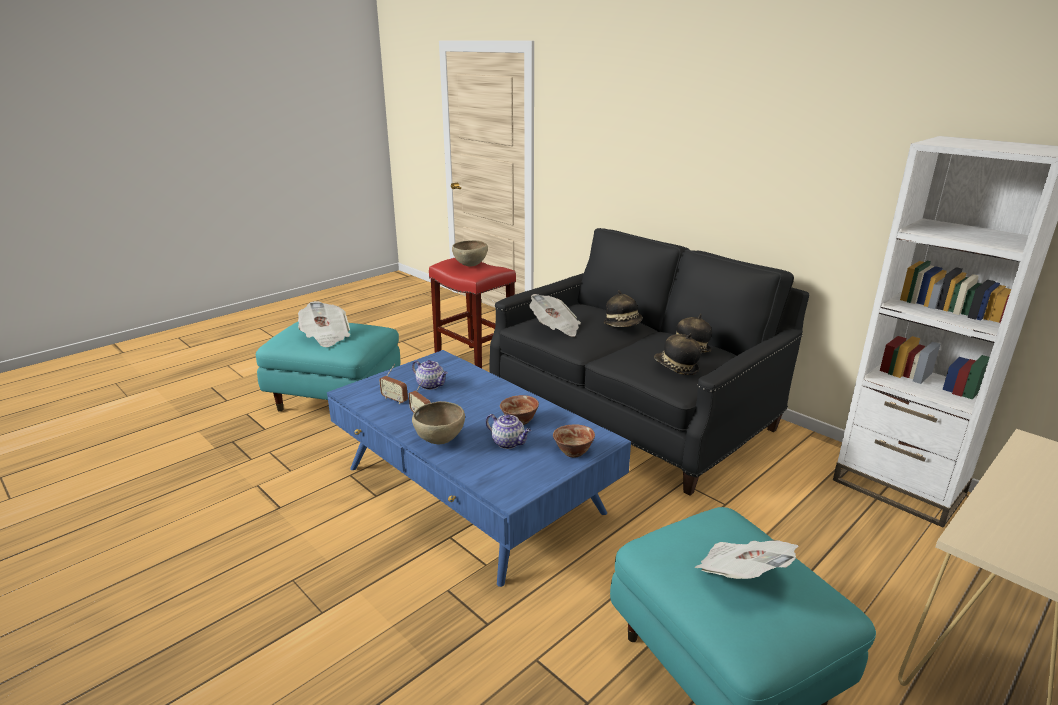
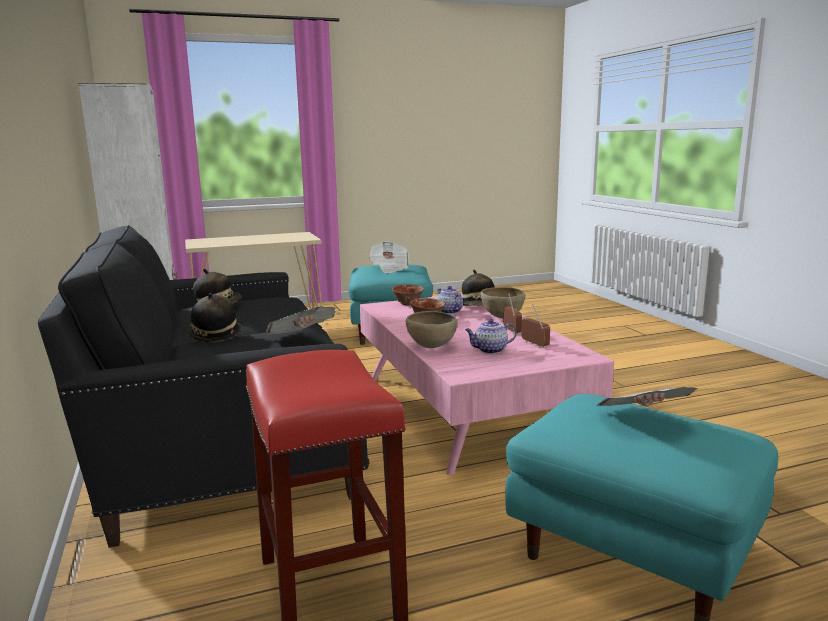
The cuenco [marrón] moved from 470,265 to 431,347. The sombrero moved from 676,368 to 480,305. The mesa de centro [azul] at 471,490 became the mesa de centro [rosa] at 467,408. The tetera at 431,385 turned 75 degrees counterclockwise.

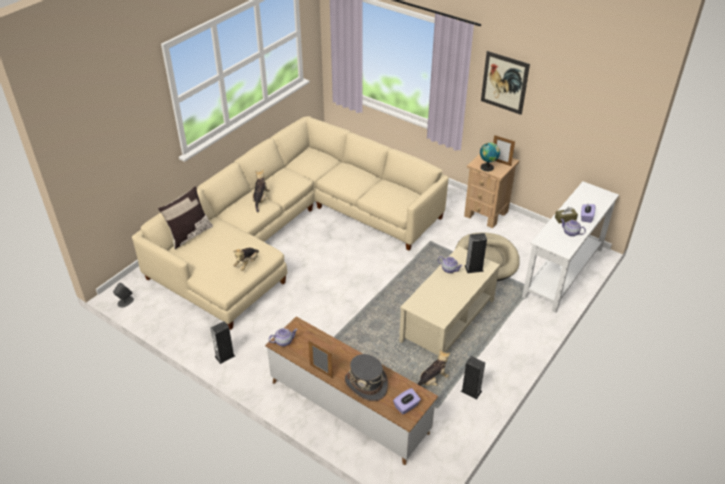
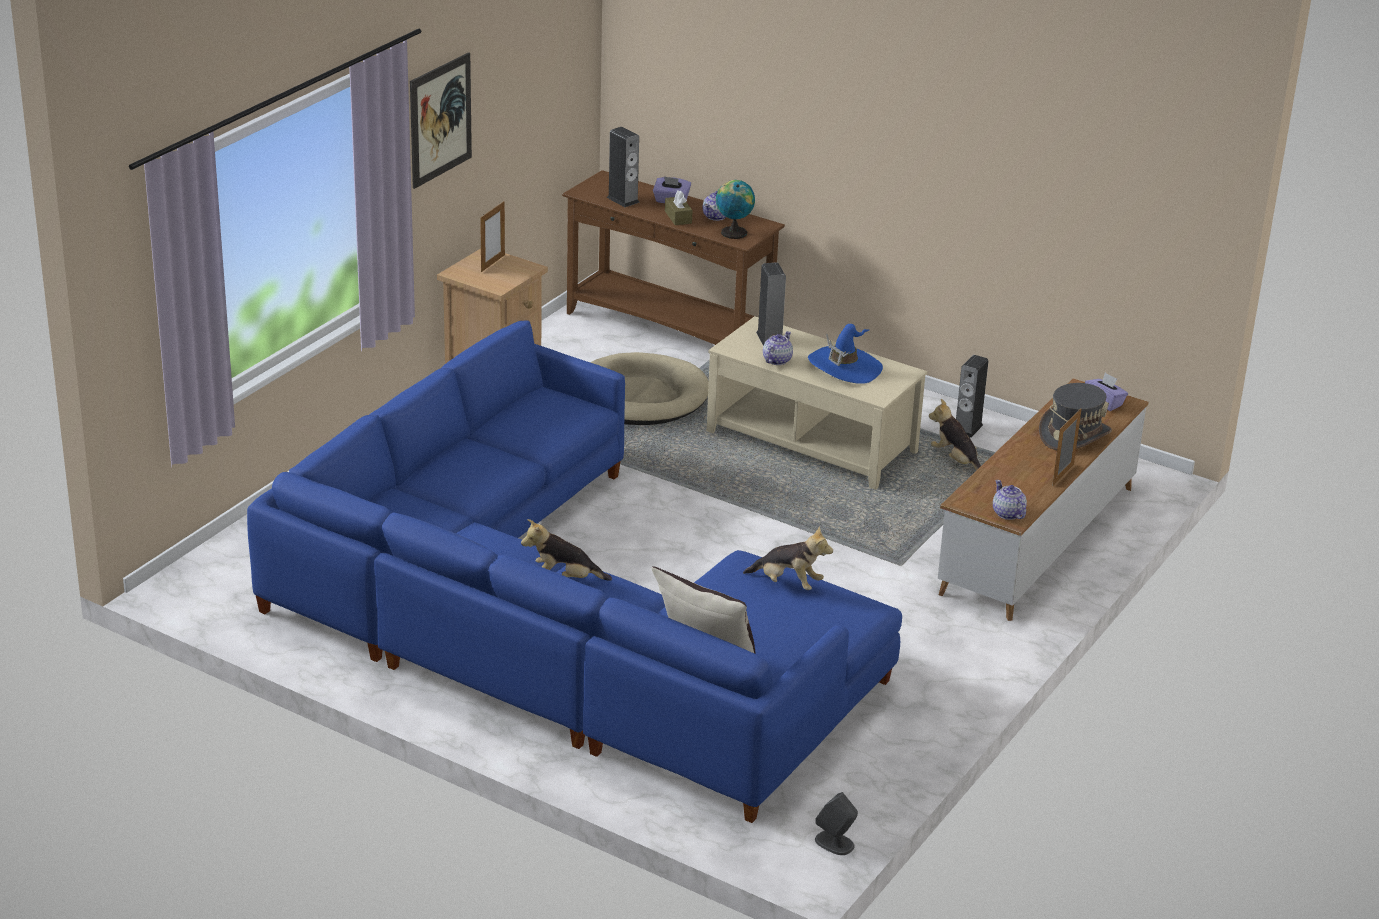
The sombrero [azul] at 844,367 appeared. The altavoz moved from 225,356 to 623,200. The globo terráqueo moved from 488,167 to 733,232. The sofá [beis] at 290,230 became the sofá [azul] at 557,624. The mesa consola [blanco] at 563,273 became the mesa consola [marrón] at 669,329.

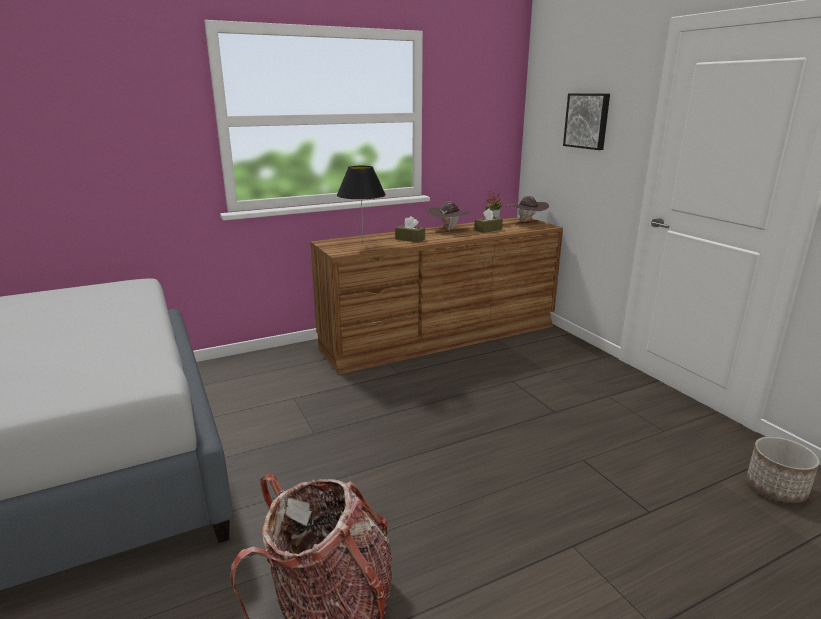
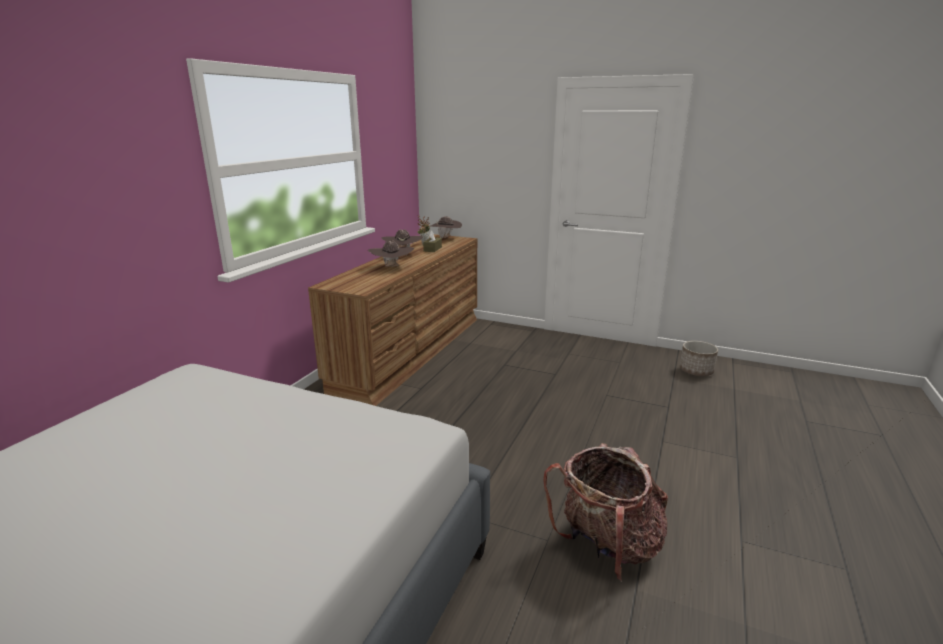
The lámpara de mesa [negro] at 362,244 disappeared. The cuadro at 587,121 disappeared. The caja de pañuelos [marrón] at 410,239 was replaced by the sombrero [marrón] at 392,268.

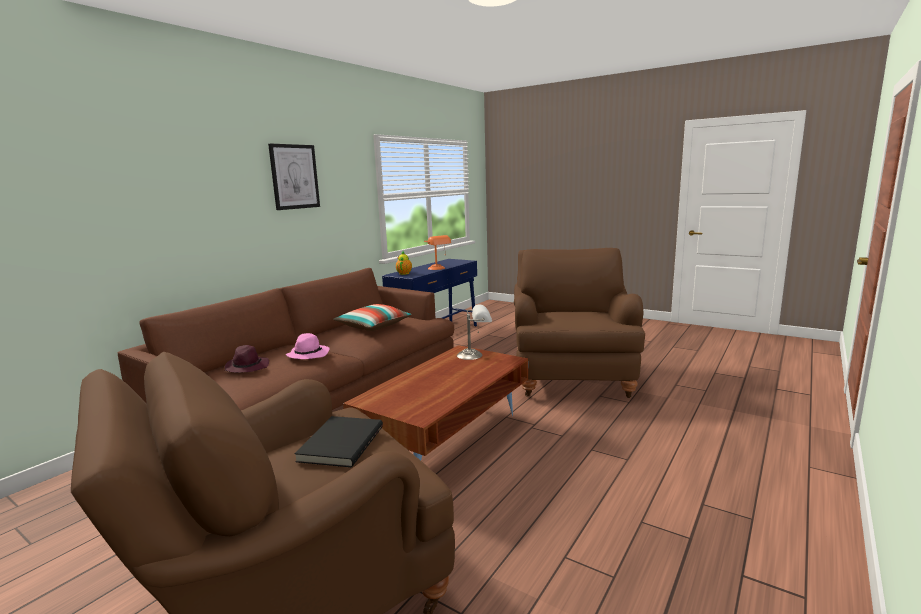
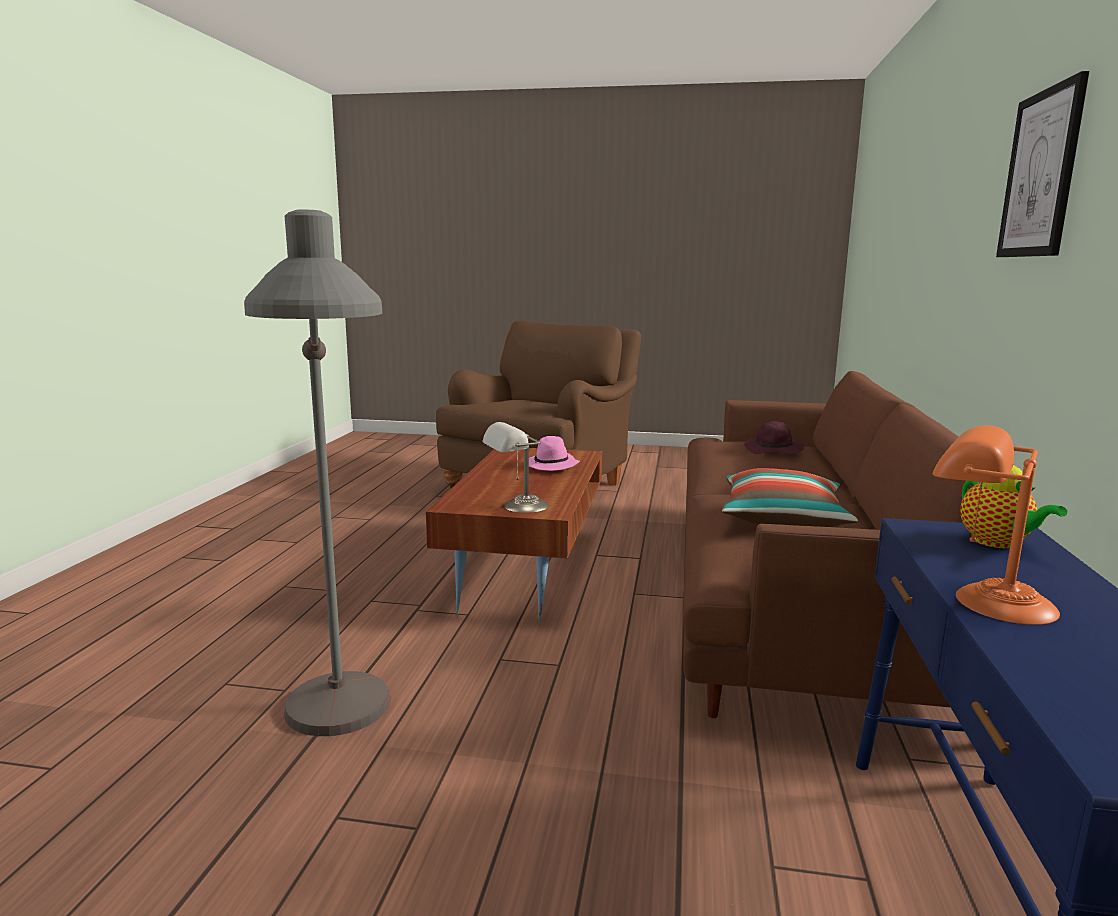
The libro [negro] at 340,444 disappeared. The sombrero [rosa] moved from 308,354 to 552,466. The sillón [marrón] at 571,376 was replaced by the lámpara de pie [gris] at 342,748.

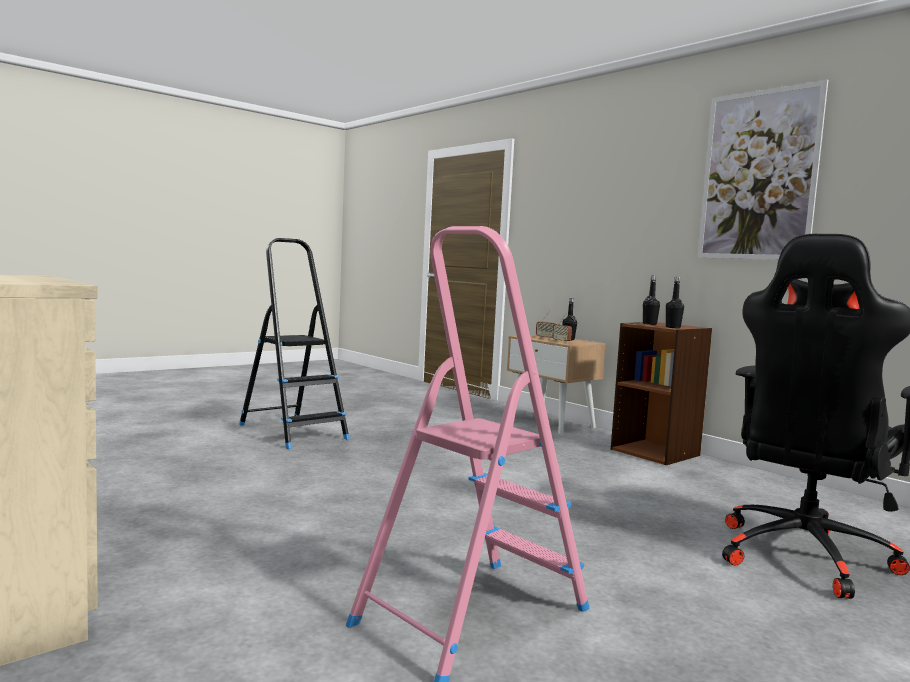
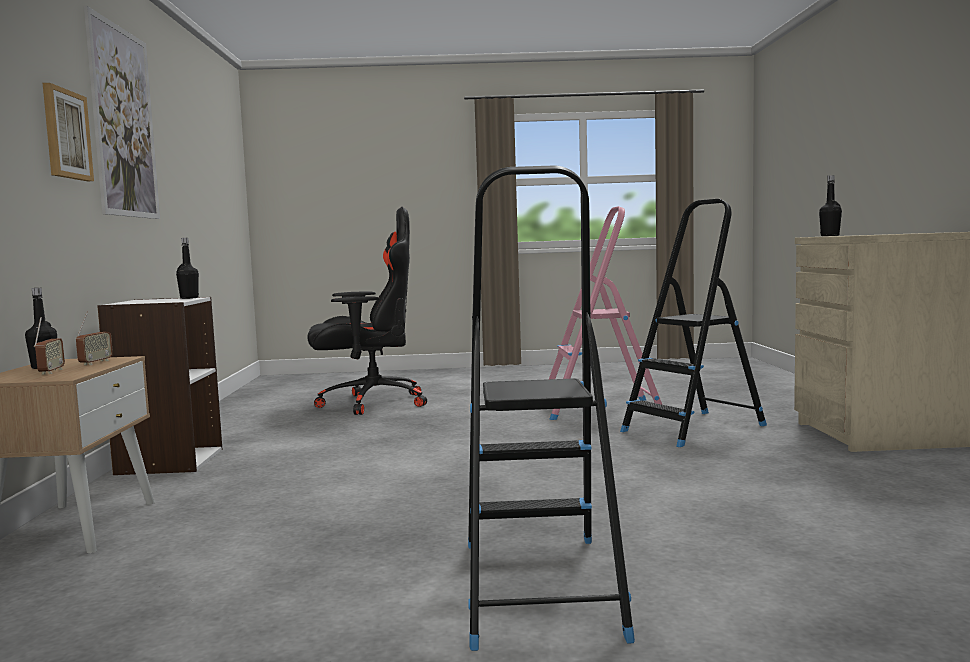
The cuadro at 66,134 appeared. The escalera de tijera [negro] at 692,428 appeared. The botella [negro] moved from 649,324 to 830,236. The estantería [marrón] at 655,452 became the estantería [blanco] at 169,461.

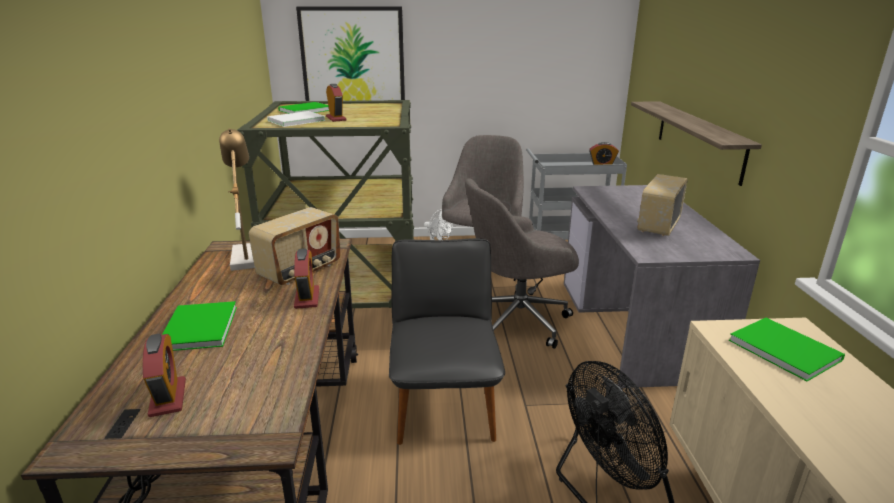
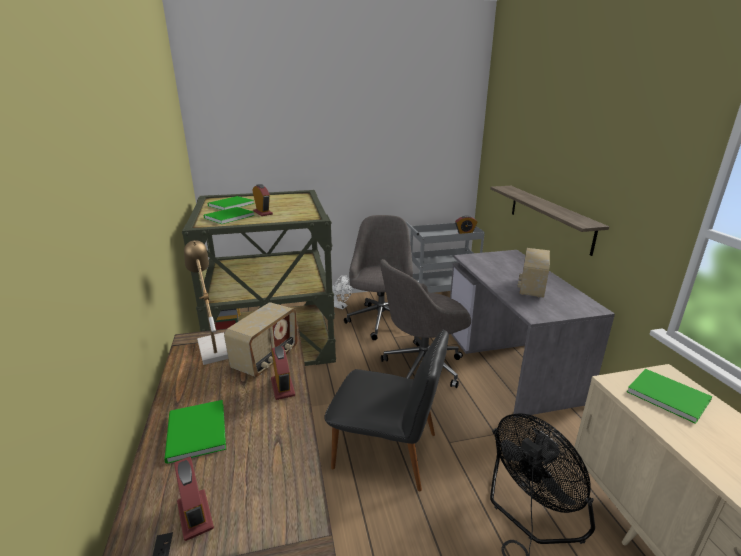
The cuadro at 353,61 disappeared. The libro [blanco] at 294,120 became the libro [verde] at 227,217. The silla [negro] at 444,404 turned 120 degrees clockwise.

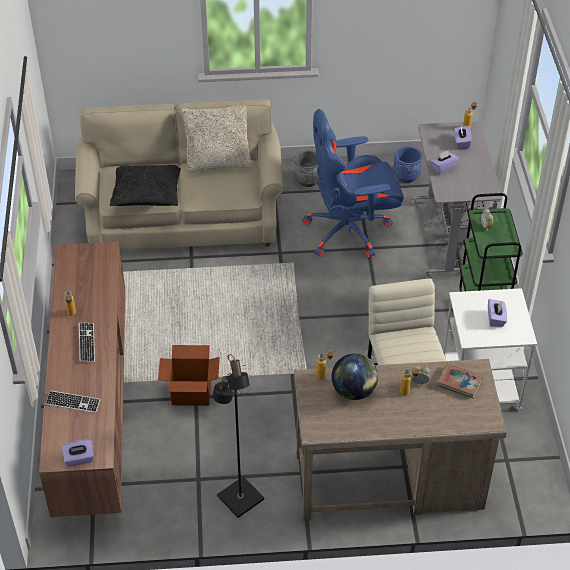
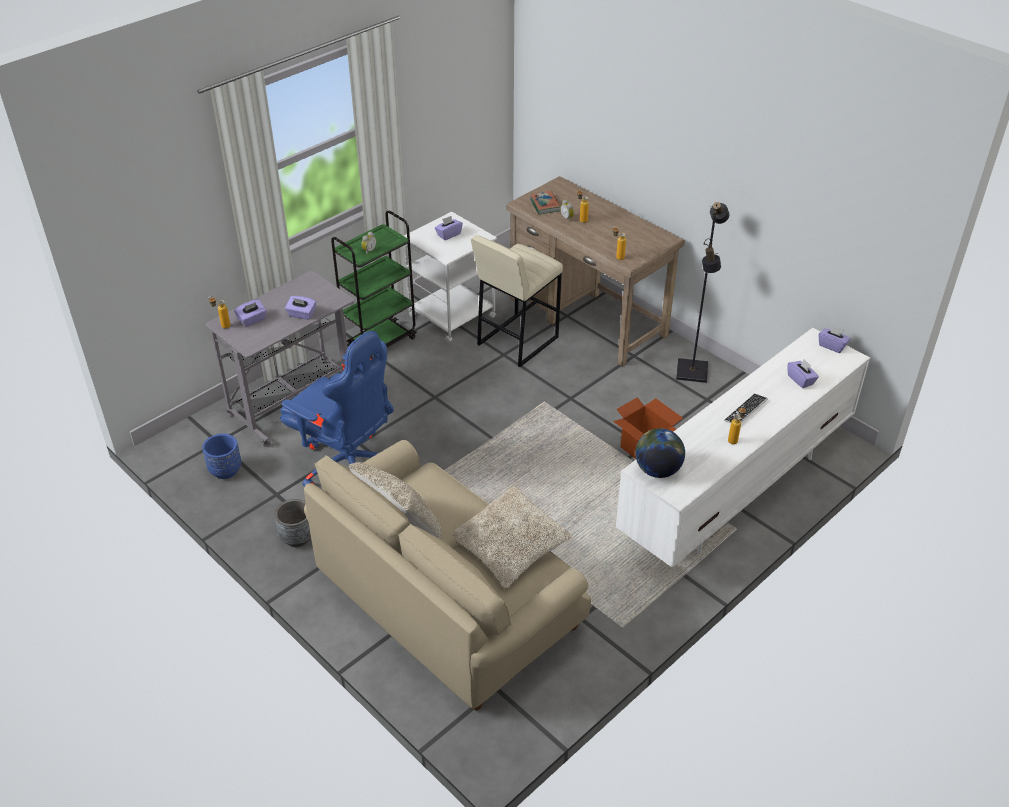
The globo terráqueo moved from 353,391 to 657,470. The teclado at 73,402 was replaced by the caja de pañuelos [morado] at 801,380. The armario [marrón] at 93,413 became the armario [blanco] at 736,493. The cojín [negro] at 147,194 became the cojín [beis] at 509,545.

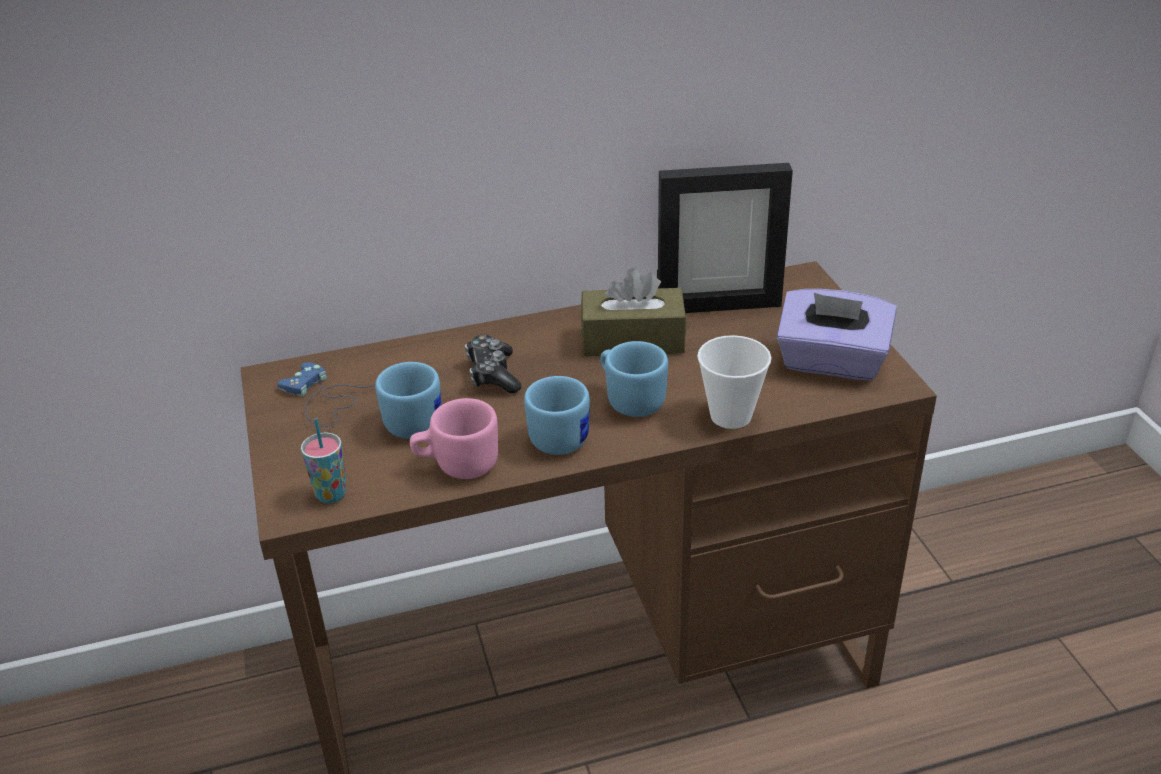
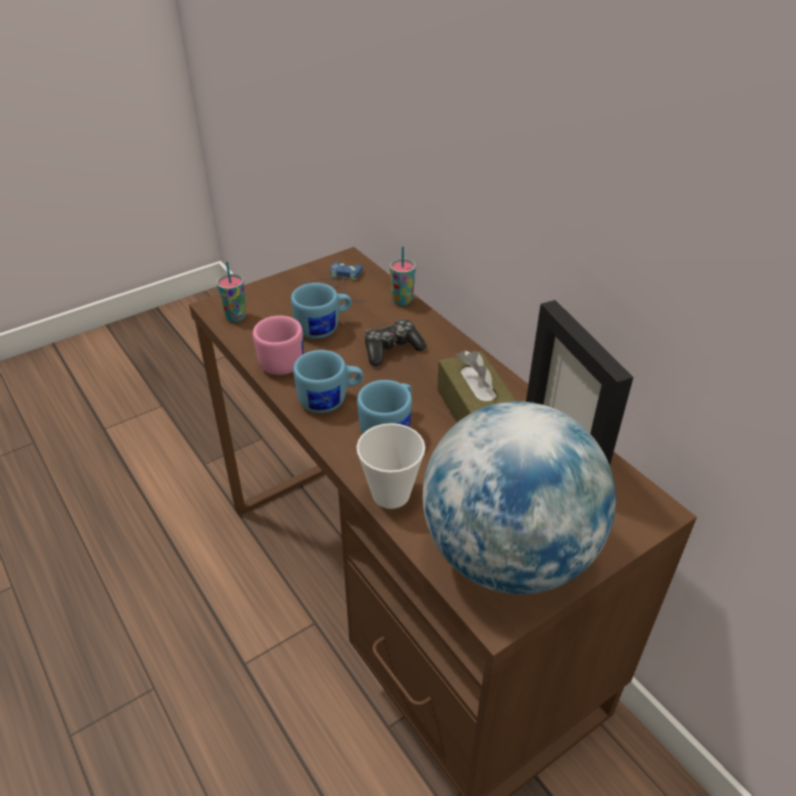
The taza at 402,300 appeared. The caja de pañuelos [morado] at 831,362 was replaced by the globo terráqueo at 508,555.

